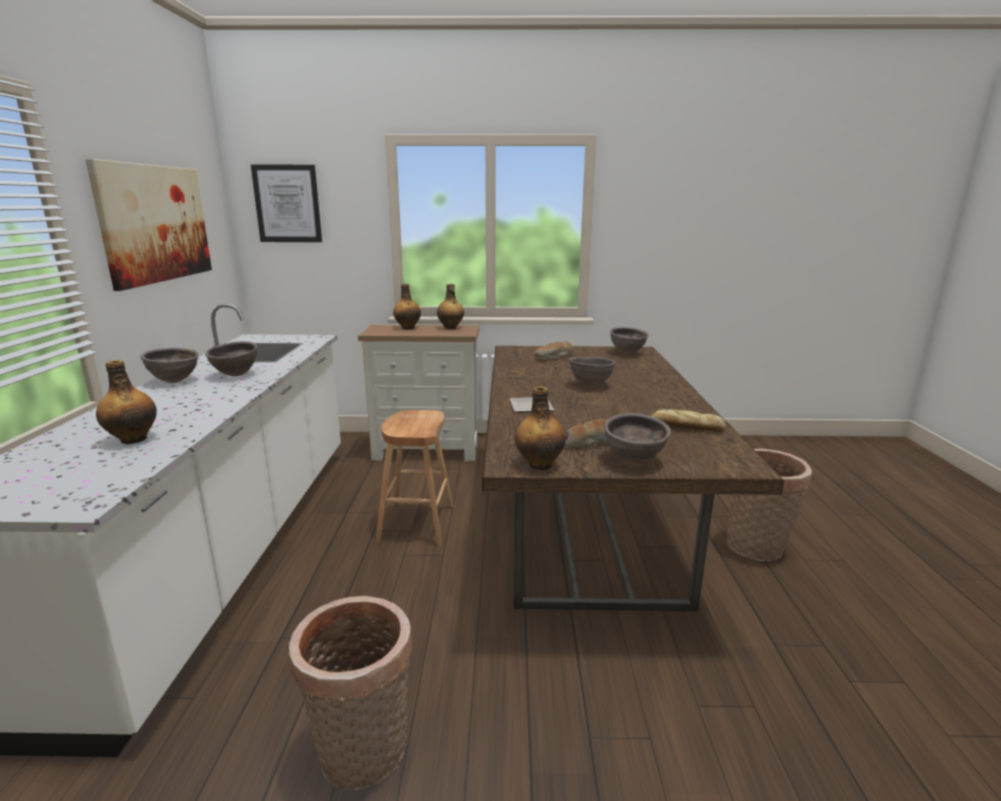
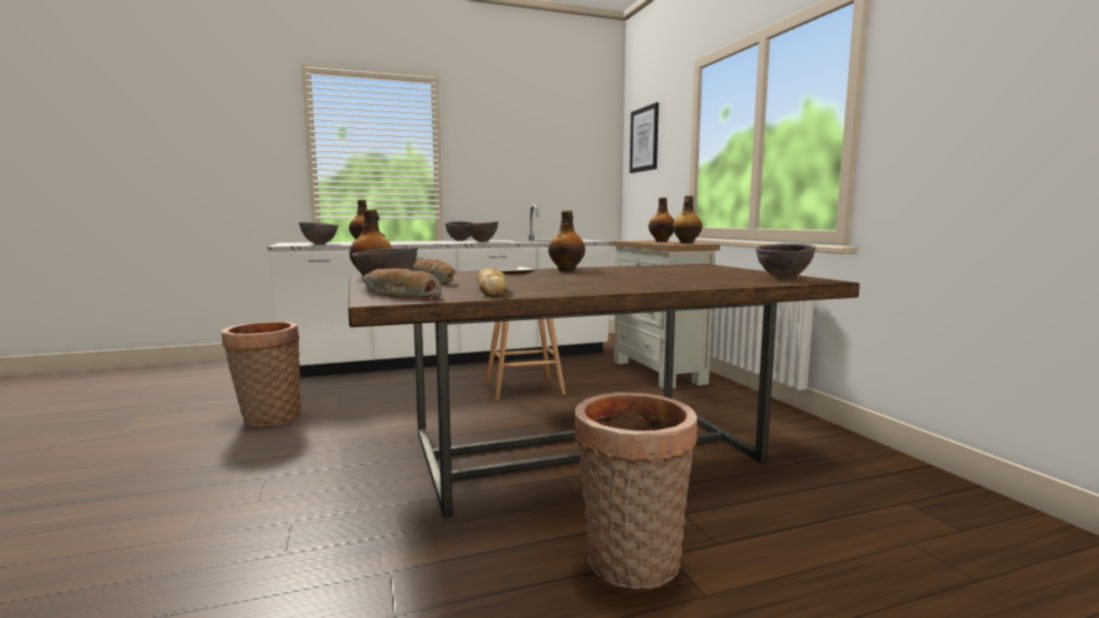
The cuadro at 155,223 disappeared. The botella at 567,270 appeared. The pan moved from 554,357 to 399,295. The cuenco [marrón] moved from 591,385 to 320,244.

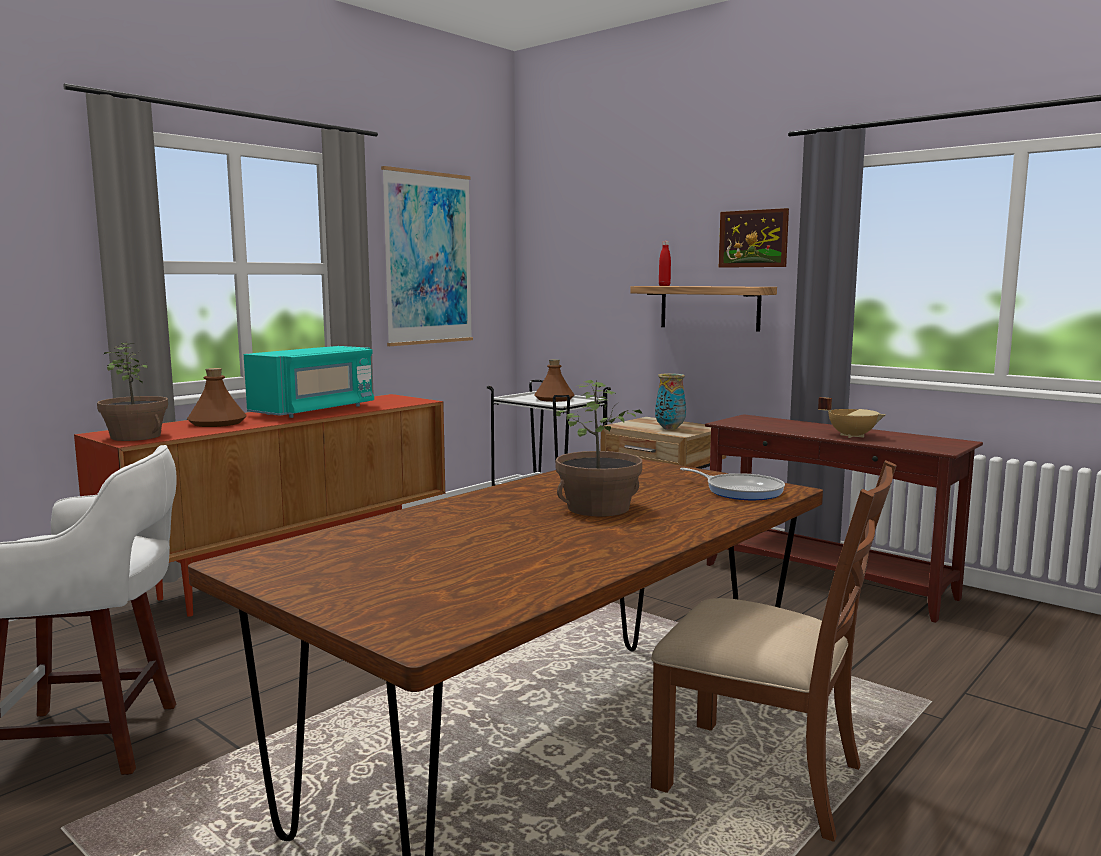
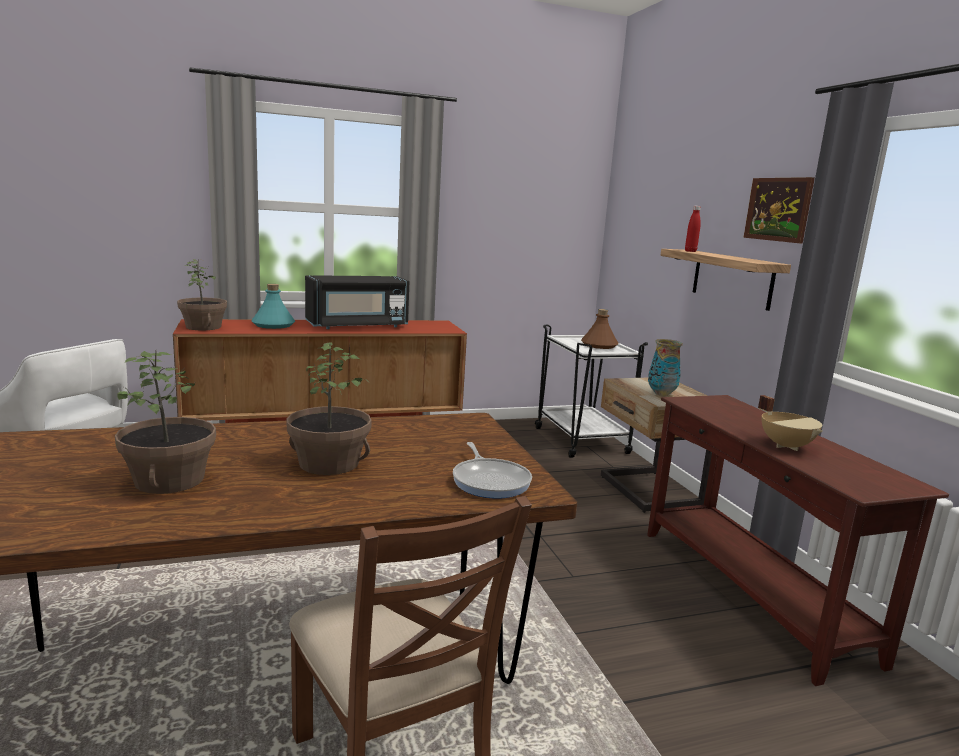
The cuadro at 428,258 disappeared. The planta en maceta at 170,480 appeared. The botella [marrón] at 217,423 became the botella [turquesa] at 273,325. The microondas [turquesa] at 315,410 became the microondas [negro] at 357,326.

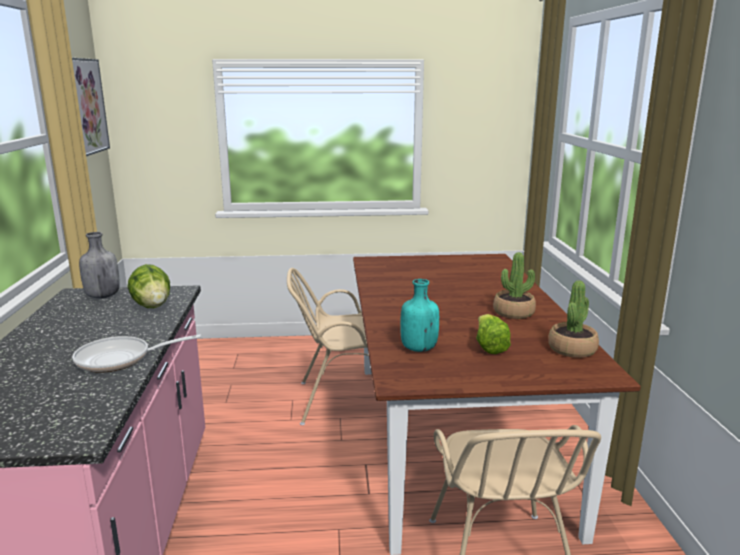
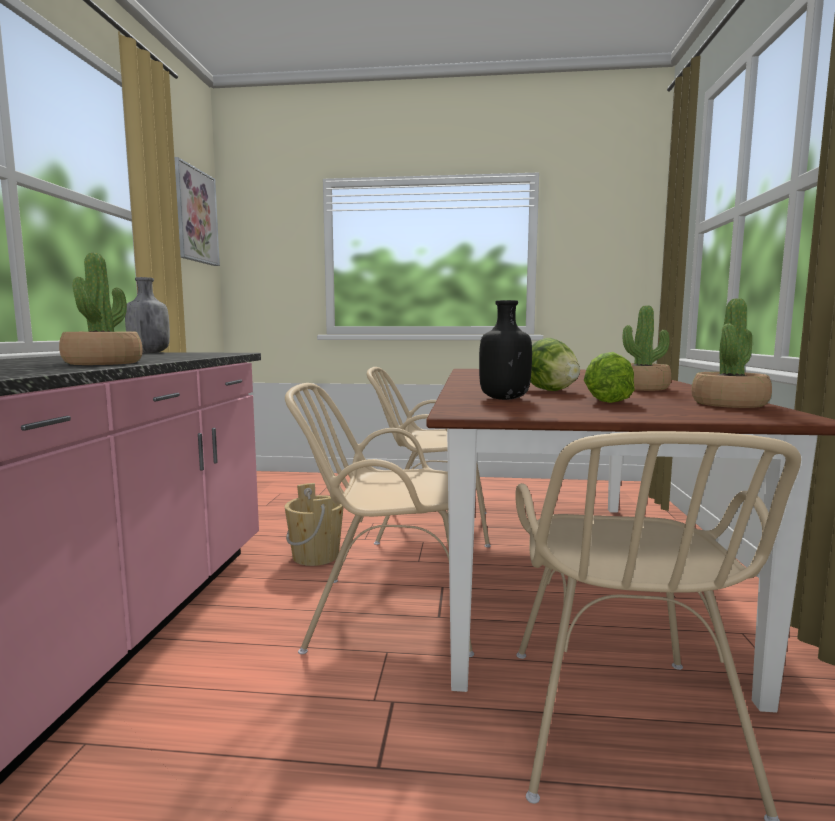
The silla [beis] at 384,613 appeared. The cubo [beis] at 315,556 appeared. The lechuga moved from 152,306 to 550,390. The sartén at 120,359 was replaced by the planta en maceta at 103,363. The botella [turquesa] at 418,348 became the botella [negro] at 503,399.

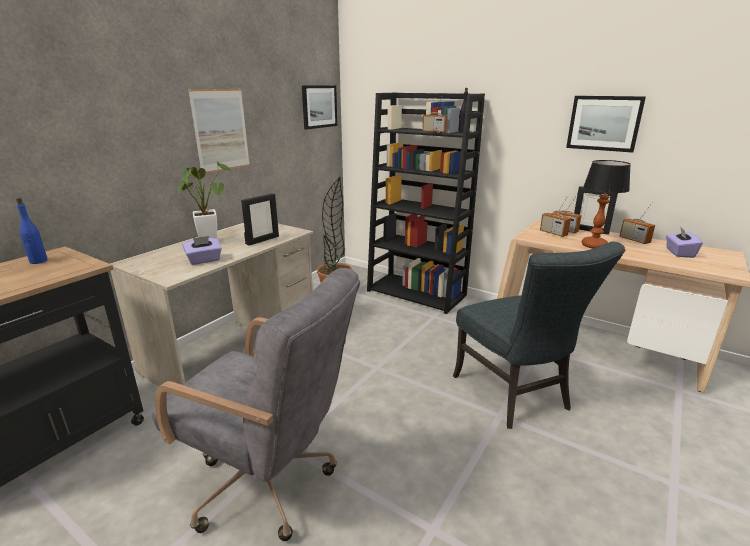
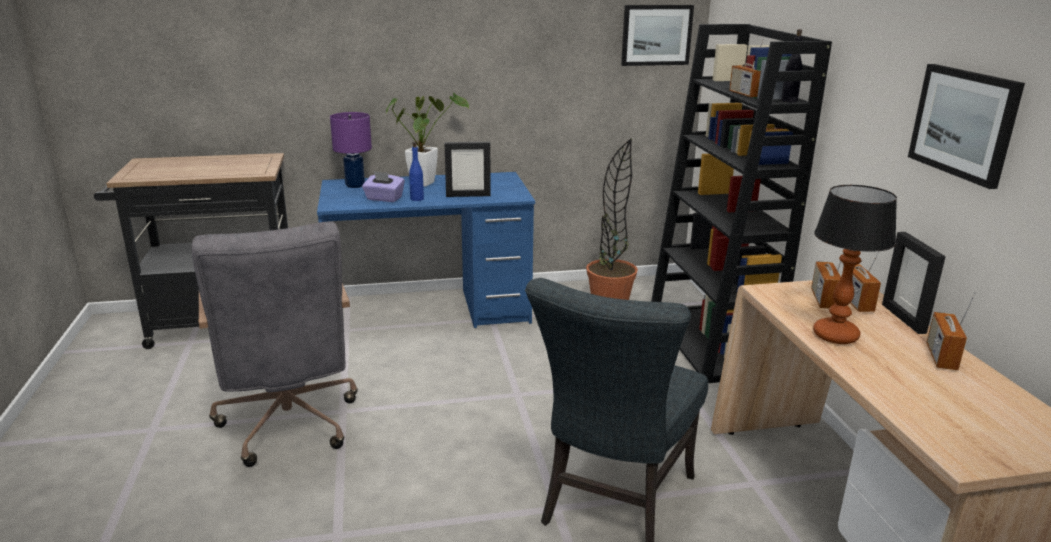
The cuadro at 221,130 disappeared. The caja de pañuelos [morado] at 679,253 disappeared. The lámpara de mesa [morado] at 356,186 appeared. The botella [azul] moved from 38,261 to 416,199. The escritorio [beis] at 234,346 became the escritorio [azul] at 430,312.

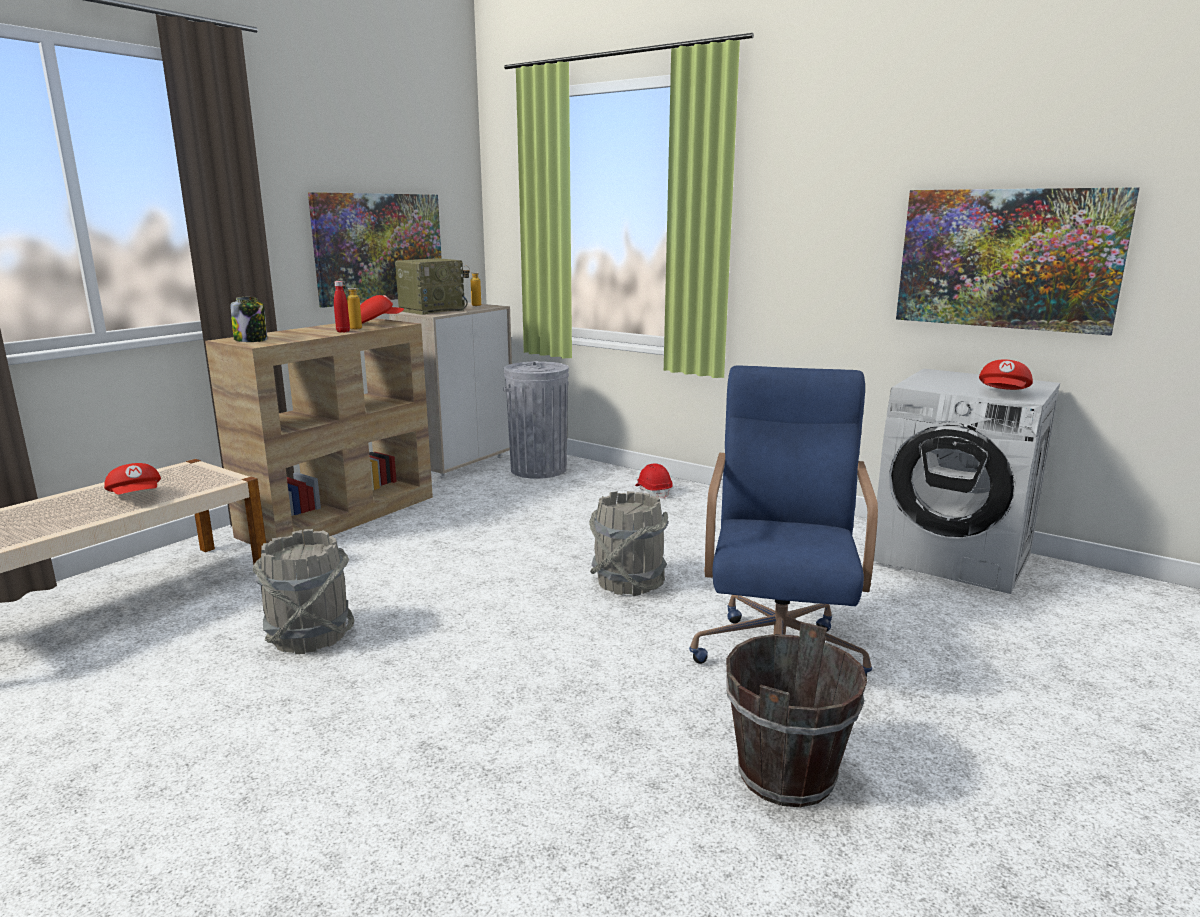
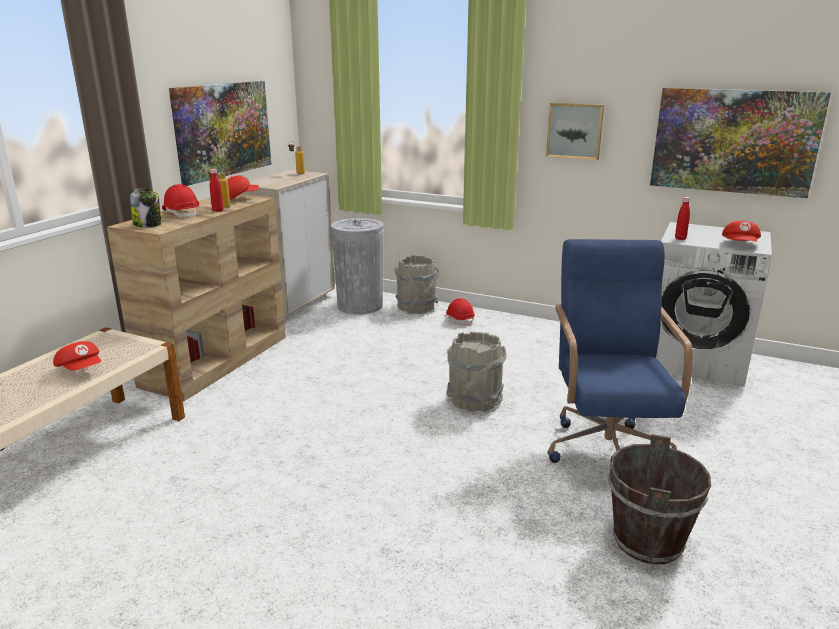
The radio at 432,310 disappeared. The casco [rojo] at 181,213 appeared. The cuadro at 575,130 appeared. The botella [rojo] at 680,238 appeared. The cubo [gris] moved from 309,636 to 416,307.

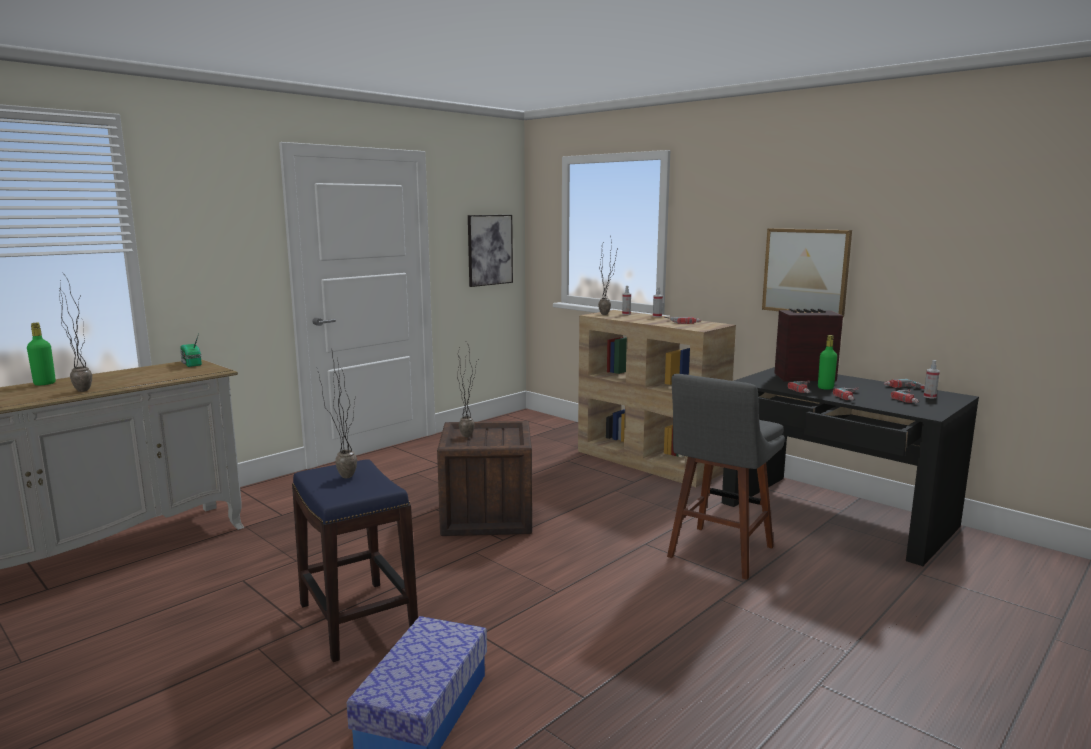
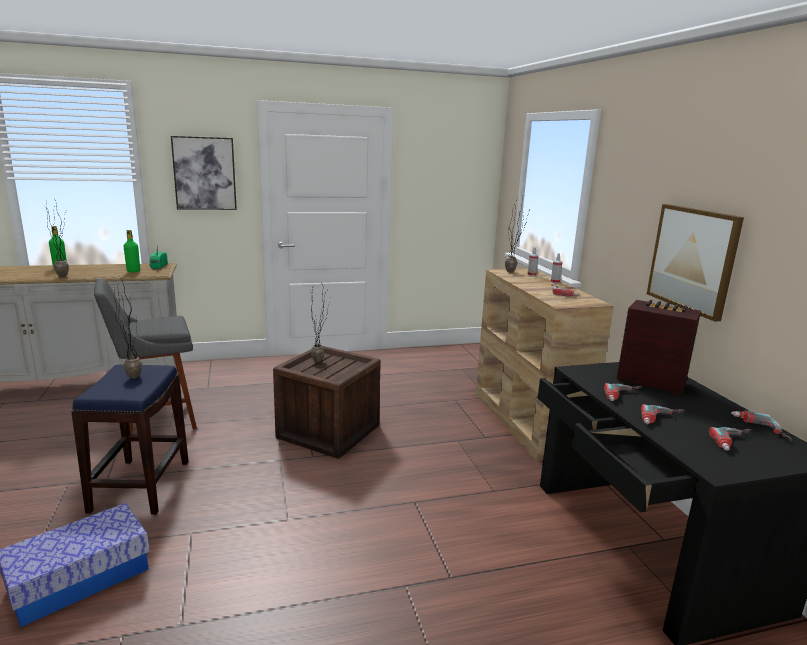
The pulverizador at 929,397 disappeared. The cuadro moved from 489,250 to 204,173. The taburete [gris] moved from 718,554 to 155,421. The botella [verde] moved from 825,388 to 133,271.

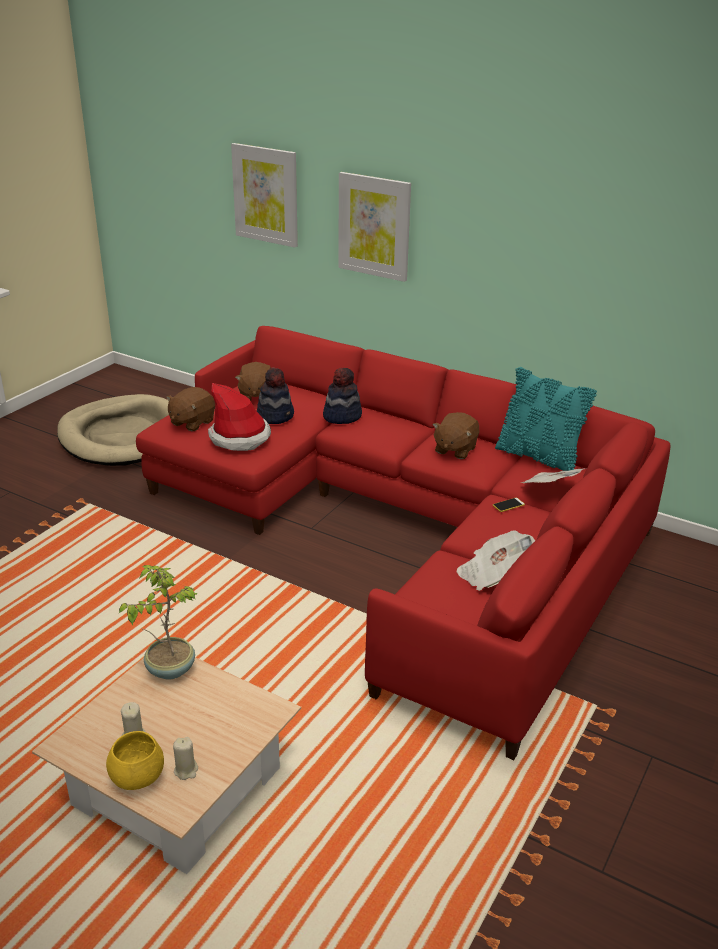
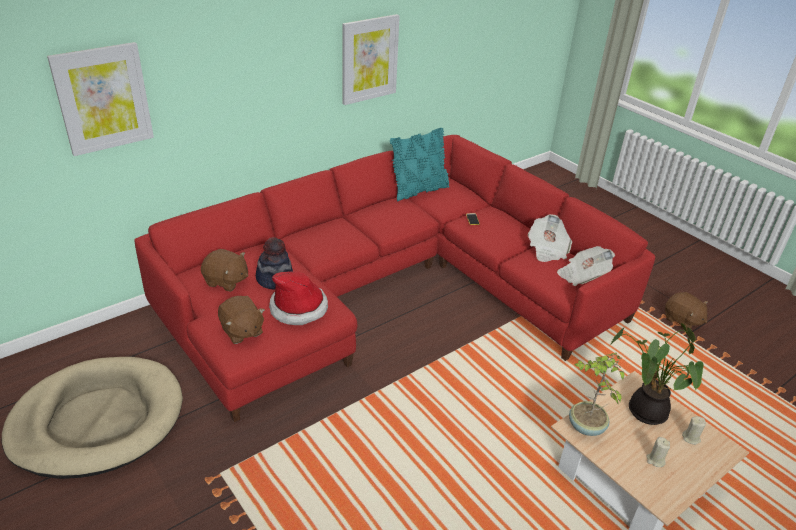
The cuenco [amarillo] at 138,777 disappeared. The sombrero at 342,416 disappeared. The planta en maceta at 643,411 appeared. The cuadro moved from 374,226 to 369,59. The peluche [marrón] moved from 455,449 to 682,320. The periódico moved from 550,490 to 582,276.

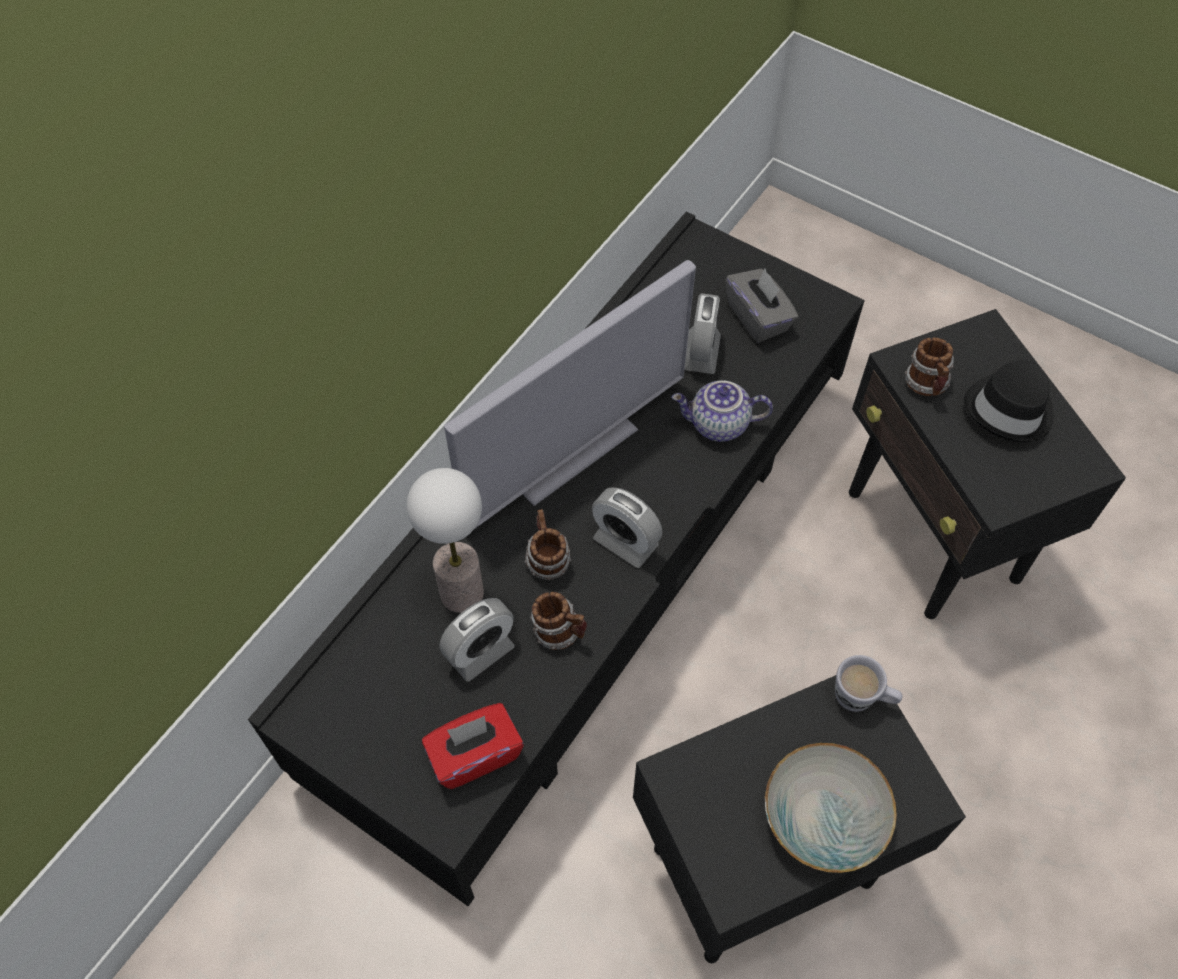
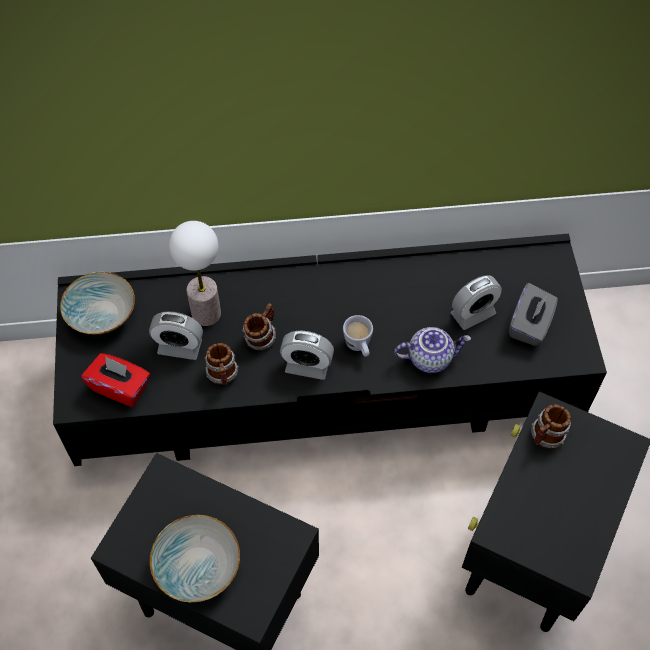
The televisor at 571,451 disappeared. The sombrero [negro] at 1009,409 disappeared. The cuenco at 101,313 appeared. The taza grande [blanco] moved from 862,698 to 359,347. The despertador at 625,542 turned 75 degrees counterclockwise. The tetera at 718,425 turned 120 degrees clockwise.

